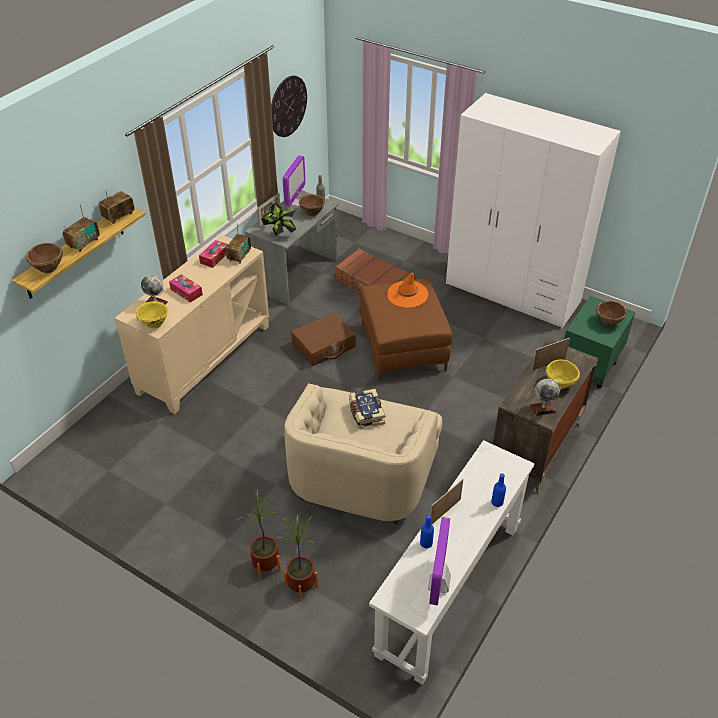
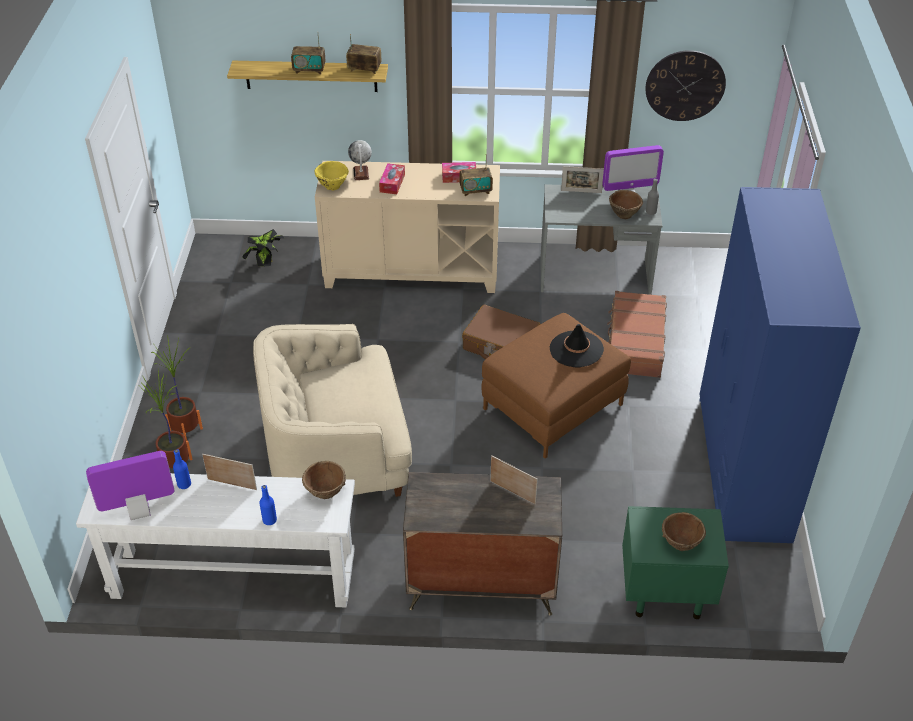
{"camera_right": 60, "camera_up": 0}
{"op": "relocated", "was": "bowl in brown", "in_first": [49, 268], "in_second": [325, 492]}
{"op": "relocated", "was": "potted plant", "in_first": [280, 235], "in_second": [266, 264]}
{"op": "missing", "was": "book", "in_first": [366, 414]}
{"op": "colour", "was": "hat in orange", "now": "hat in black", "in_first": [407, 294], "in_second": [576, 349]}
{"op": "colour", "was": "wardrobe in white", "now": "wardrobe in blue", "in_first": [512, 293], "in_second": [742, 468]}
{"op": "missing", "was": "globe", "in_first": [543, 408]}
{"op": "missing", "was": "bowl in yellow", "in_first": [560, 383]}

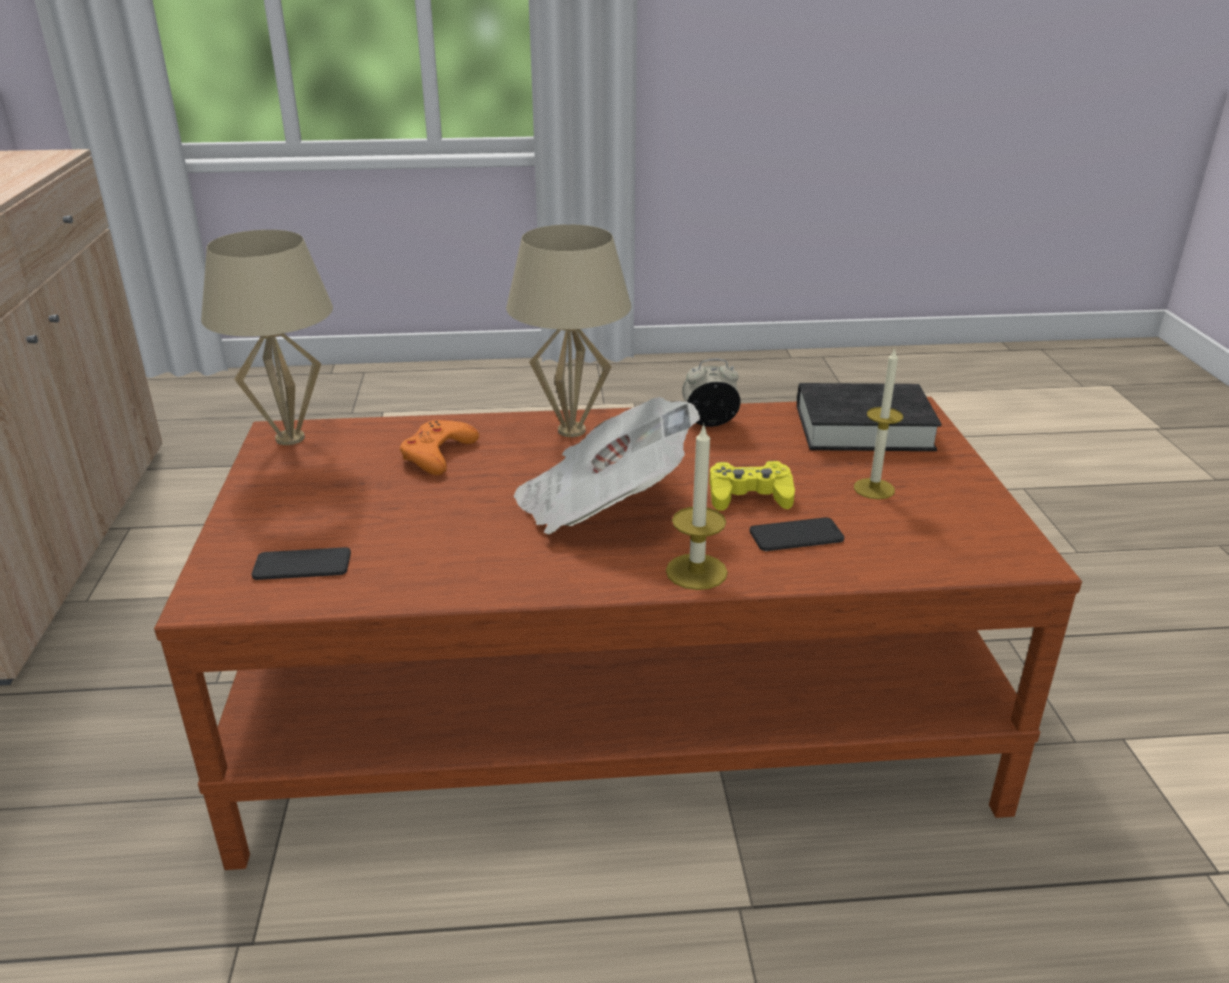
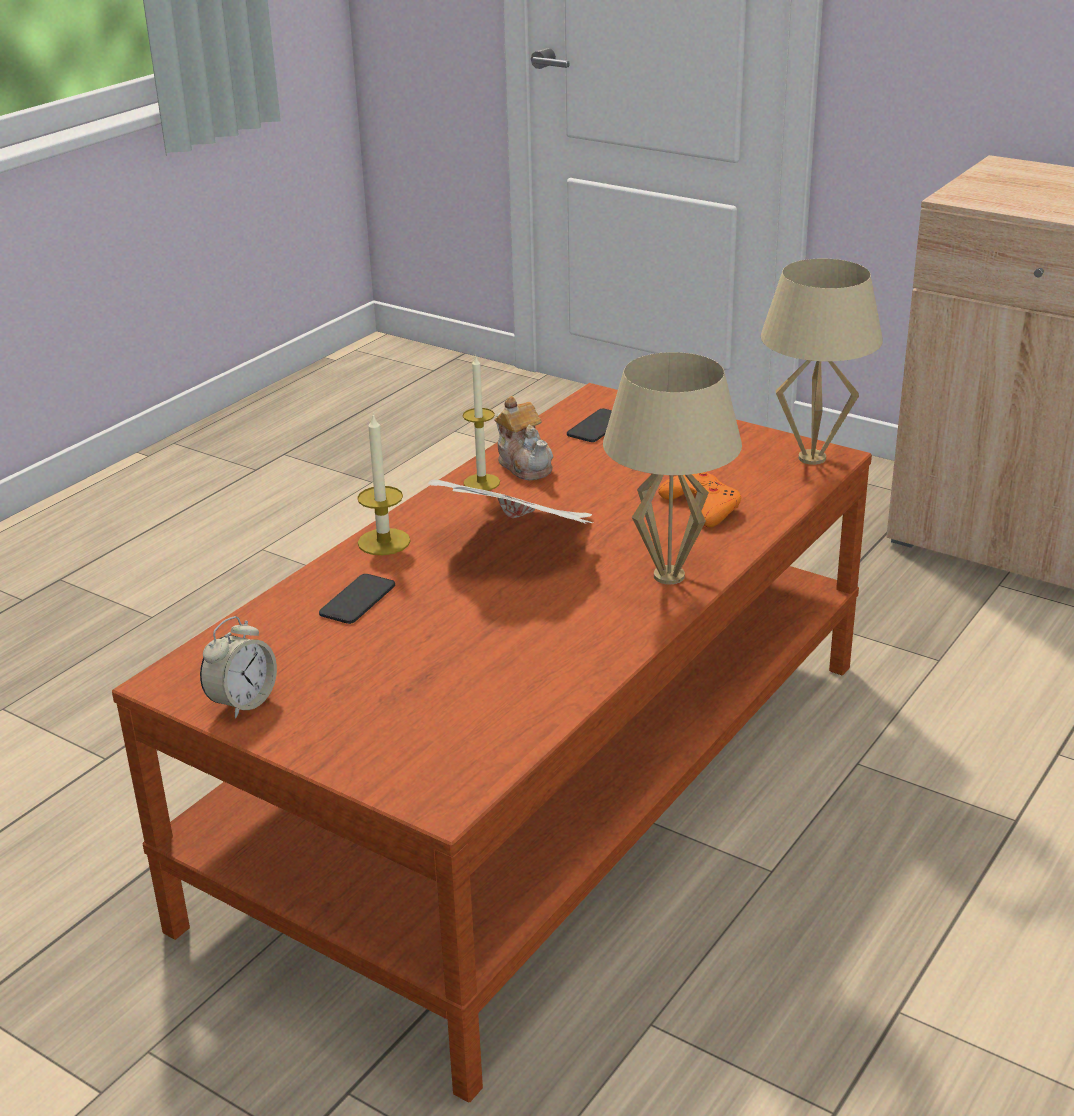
{"camera_right": 130, "camera_up": 0}
{"op": "relocated", "was": "alarm clock", "in_first": [710, 422], "in_second": [243, 702]}
{"op": "missing", "was": "game controller in yellow", "in_first": [749, 495]}
{"op": "missing", "was": "book in black", "in_first": [863, 428]}
{"op": "relocated", "was": "candle", "in_first": [874, 489], "in_second": [481, 482]}
{"op": "appeared", "now": "teapot", "in_second": [525, 464]}

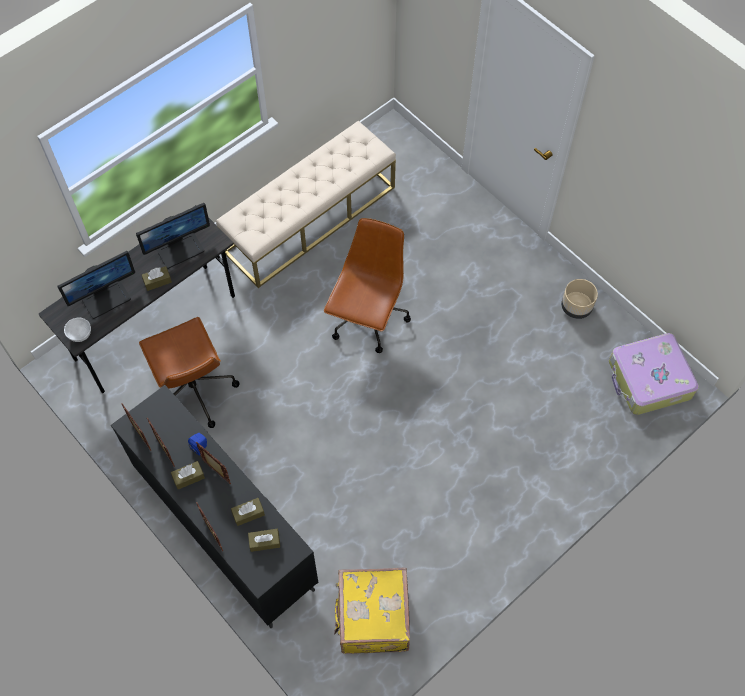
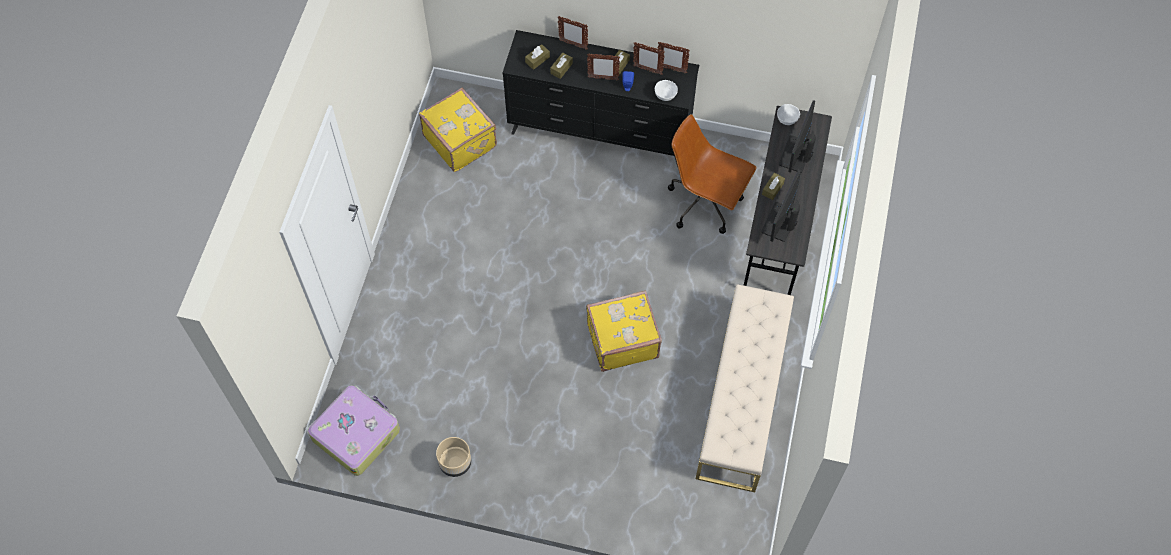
{"camera_right": 145, "camera_up": 0}
{"op": "exchanged", "was": "office chair in brown", "now": "suitcase in yellow", "in_first": [368, 319], "in_second": [621, 340]}
{"op": "appeared", "now": "bowl in white", "in_second": [665, 96]}

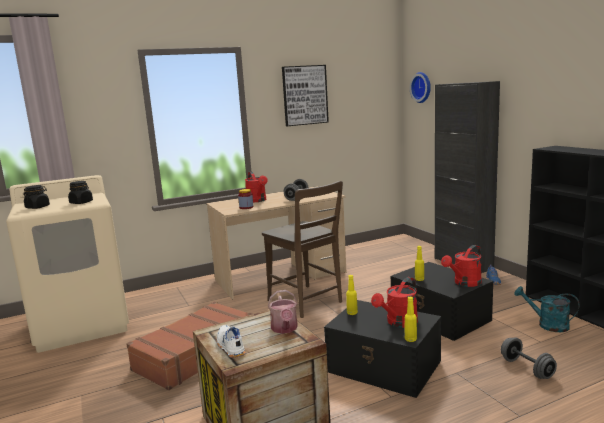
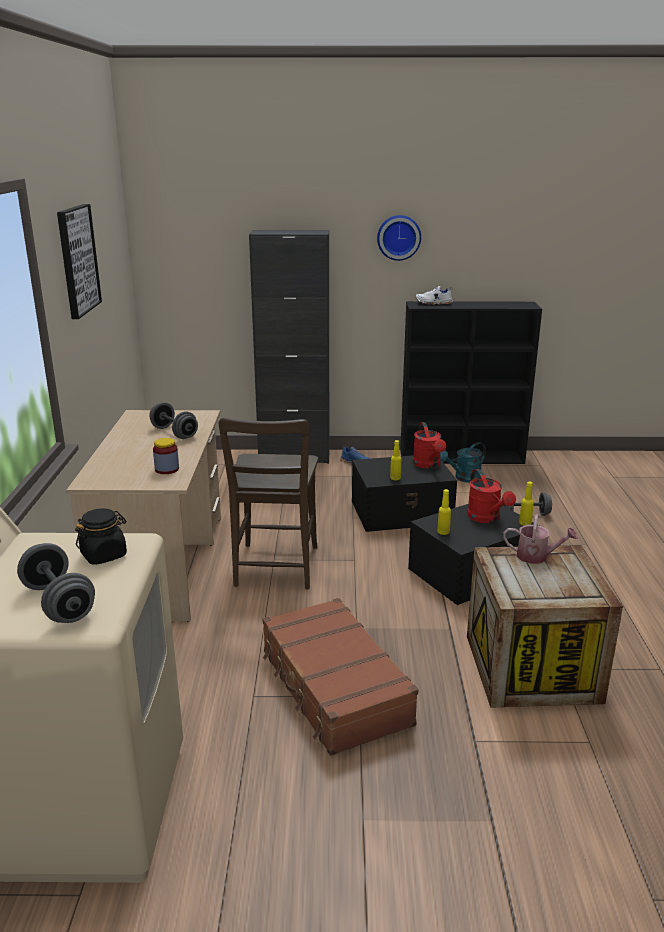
{"camera_right": -65, "camera_up": 10}
{"op": "exchanged", "was": "jar in black", "now": "dumbbell in grey", "in_first": [37, 207], "in_second": [59, 603]}
{"op": "relocated", "was": "shoe in white", "in_first": [230, 347], "in_second": [433, 303]}
{"op": "missing", "was": "watering can in red", "in_first": [258, 200]}
{"op": "spun", "was": "chair in brown", "in_first": [307, 302], "in_second": [275, 569], "clockwise": 105}
{"op": "relocated", "was": "wall clock", "in_first": [422, 87], "in_second": [398, 237]}

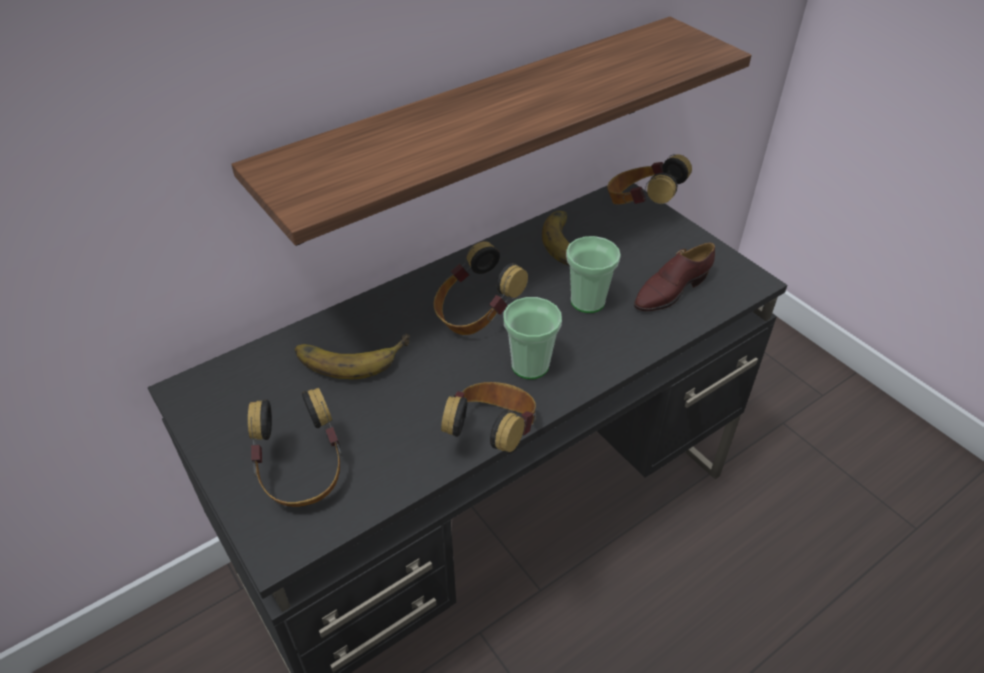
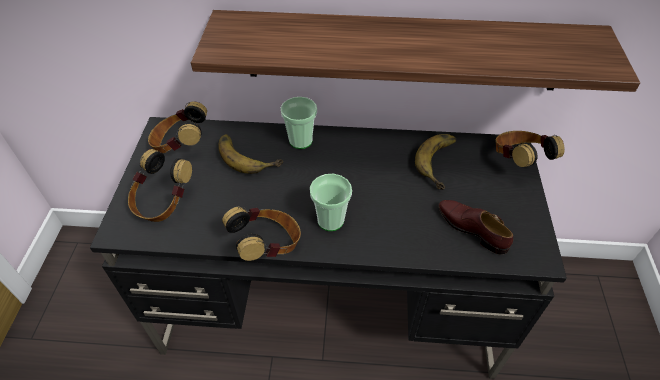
{"camera_right": 40, "camera_up": 5}
{"op": "relocated", "was": "headphones", "in_first": [476, 315], "in_second": [181, 145]}
{"op": "relocated", "was": "cup", "in_first": [587, 301], "in_second": [300, 140]}
{"op": "spun", "was": "shoe in brown", "in_first": [670, 290], "in_second": [472, 229], "clockwise": 45}

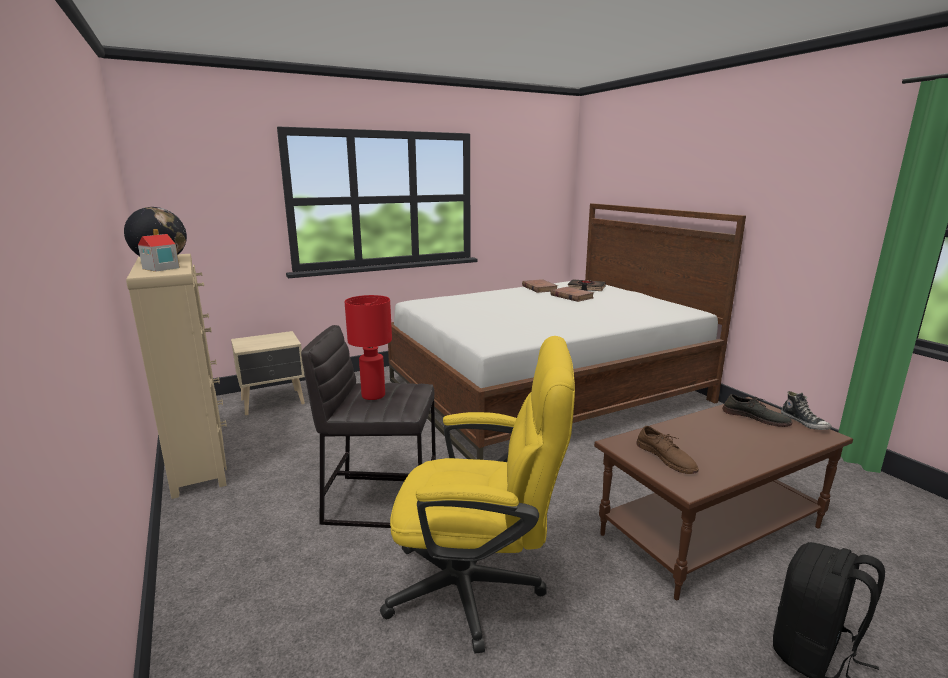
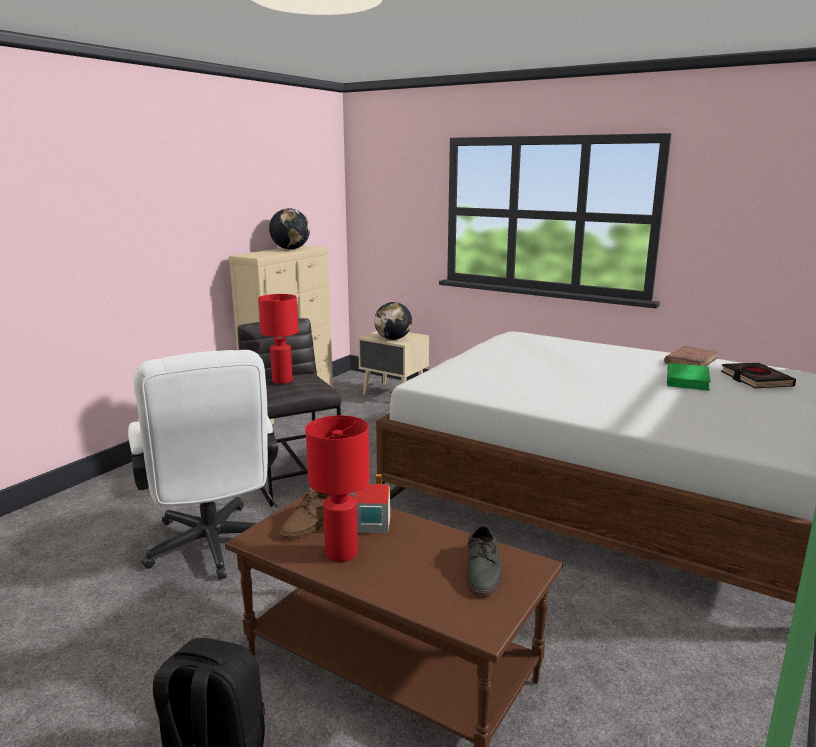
{"camera_right": 60, "camera_up": 0}
{"op": "relocated", "was": "toy house", "in_first": [160, 268], "in_second": [372, 524]}
{"op": "colour", "was": "office chair in yellow", "now": "office chair in white", "in_first": [479, 589], "in_second": [213, 549]}
{"op": "colour", "was": "book in brown", "now": "book in green", "in_first": [571, 296], "in_second": [687, 380]}
{"op": "missing", "was": "shoe", "in_first": [804, 423]}
{"op": "appeared", "now": "table lamp in red", "in_second": [341, 553]}
{"op": "appeared", "now": "globe", "in_second": [393, 339]}

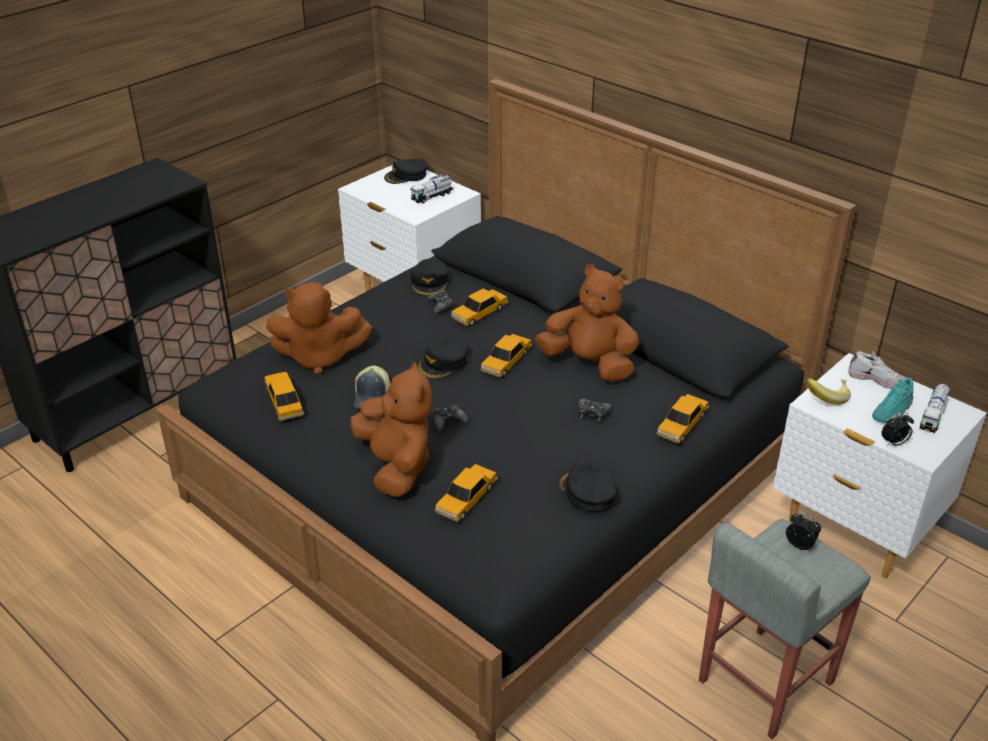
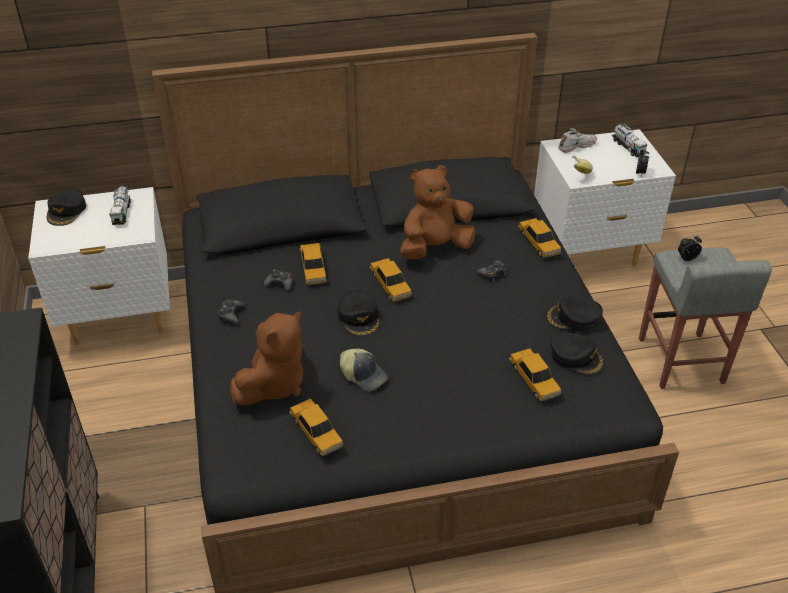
{"camera_right": -55, "camera_up": 5}
{"op": "spun", "was": "toy car", "in_first": [284, 402], "in_second": [316, 432], "clockwise": -135}
{"op": "missing", "was": "plush toy in brown", "in_first": [396, 466]}
{"op": "relocated", "was": "cap in black", "in_first": [430, 282], "in_second": [576, 357]}
{"op": "relocated", "was": "game controller in black", "in_first": [448, 421], "in_second": [230, 314]}
{"op": "missing", "was": "shoe in turquoise", "in_first": [892, 411]}

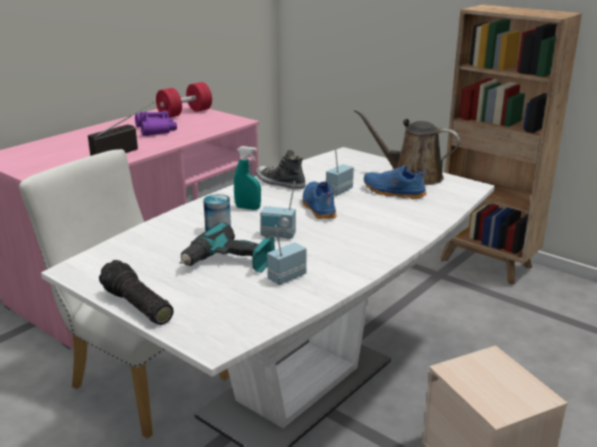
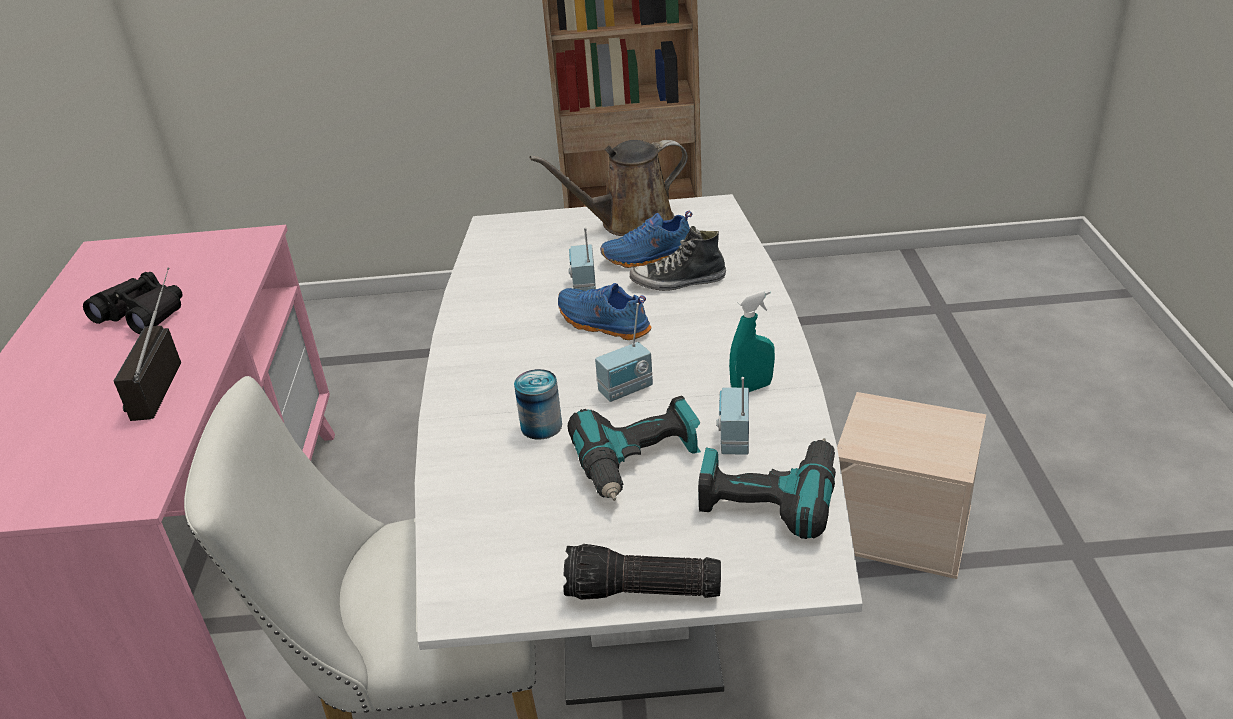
{"camera_right": -40, "camera_up": 10}
{"op": "colour", "was": "binoculars in purple", "now": "binoculars in black", "in_first": [156, 130], "in_second": [142, 314]}
{"op": "missing", "was": "dumbbell in red", "in_first": [185, 113]}
{"op": "relocated", "was": "spray bottle in turquoise", "in_first": [248, 208], "in_second": [752, 388]}
{"op": "relocated", "was": "shoe", "in_first": [279, 183], "in_second": [678, 281]}
{"op": "appeared", "now": "power drill", "in_second": [768, 495]}

